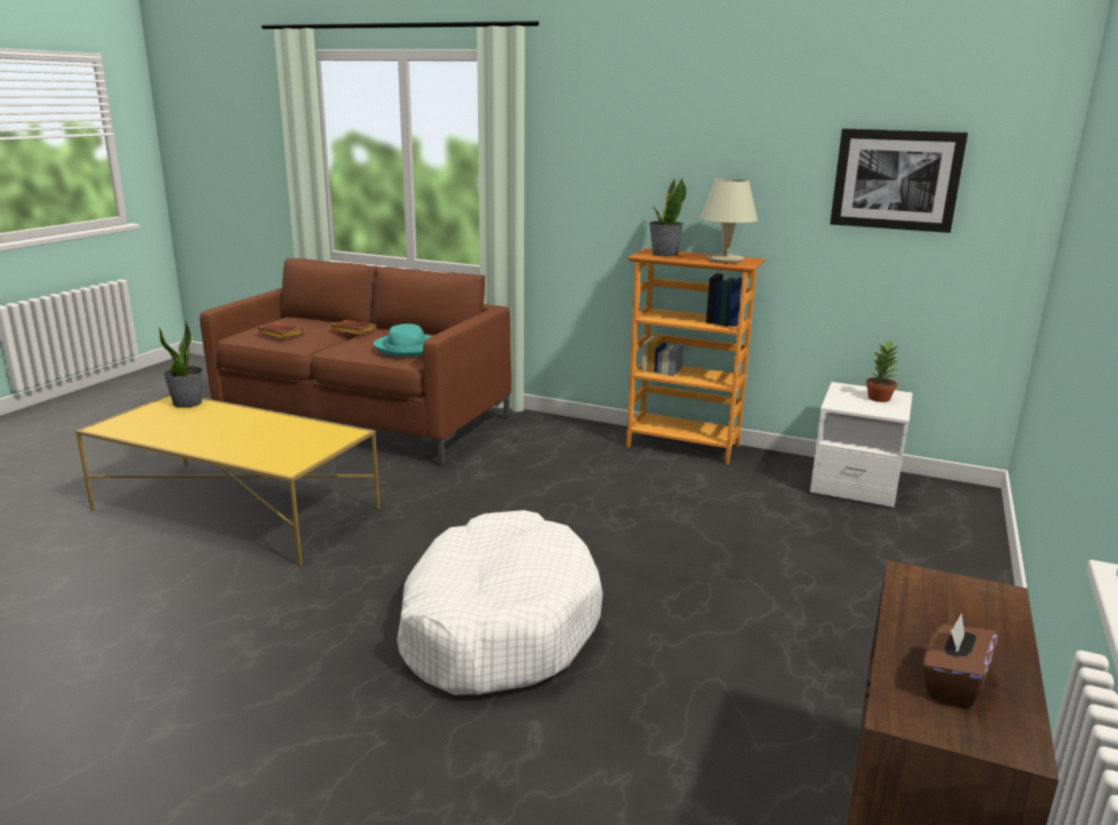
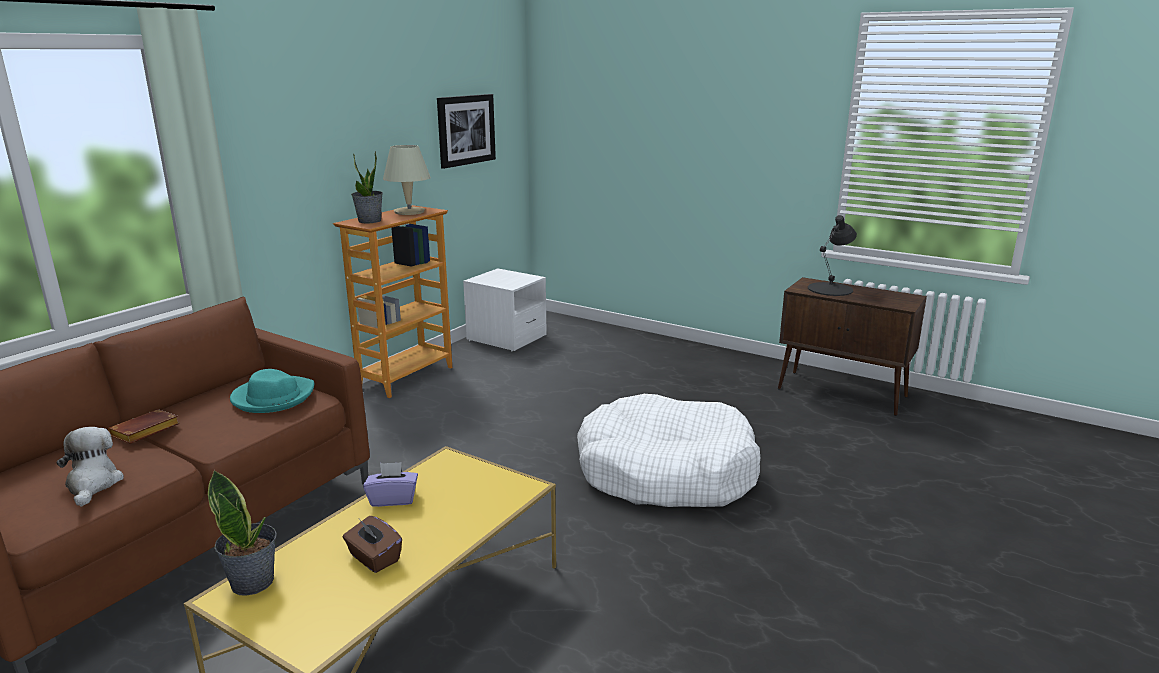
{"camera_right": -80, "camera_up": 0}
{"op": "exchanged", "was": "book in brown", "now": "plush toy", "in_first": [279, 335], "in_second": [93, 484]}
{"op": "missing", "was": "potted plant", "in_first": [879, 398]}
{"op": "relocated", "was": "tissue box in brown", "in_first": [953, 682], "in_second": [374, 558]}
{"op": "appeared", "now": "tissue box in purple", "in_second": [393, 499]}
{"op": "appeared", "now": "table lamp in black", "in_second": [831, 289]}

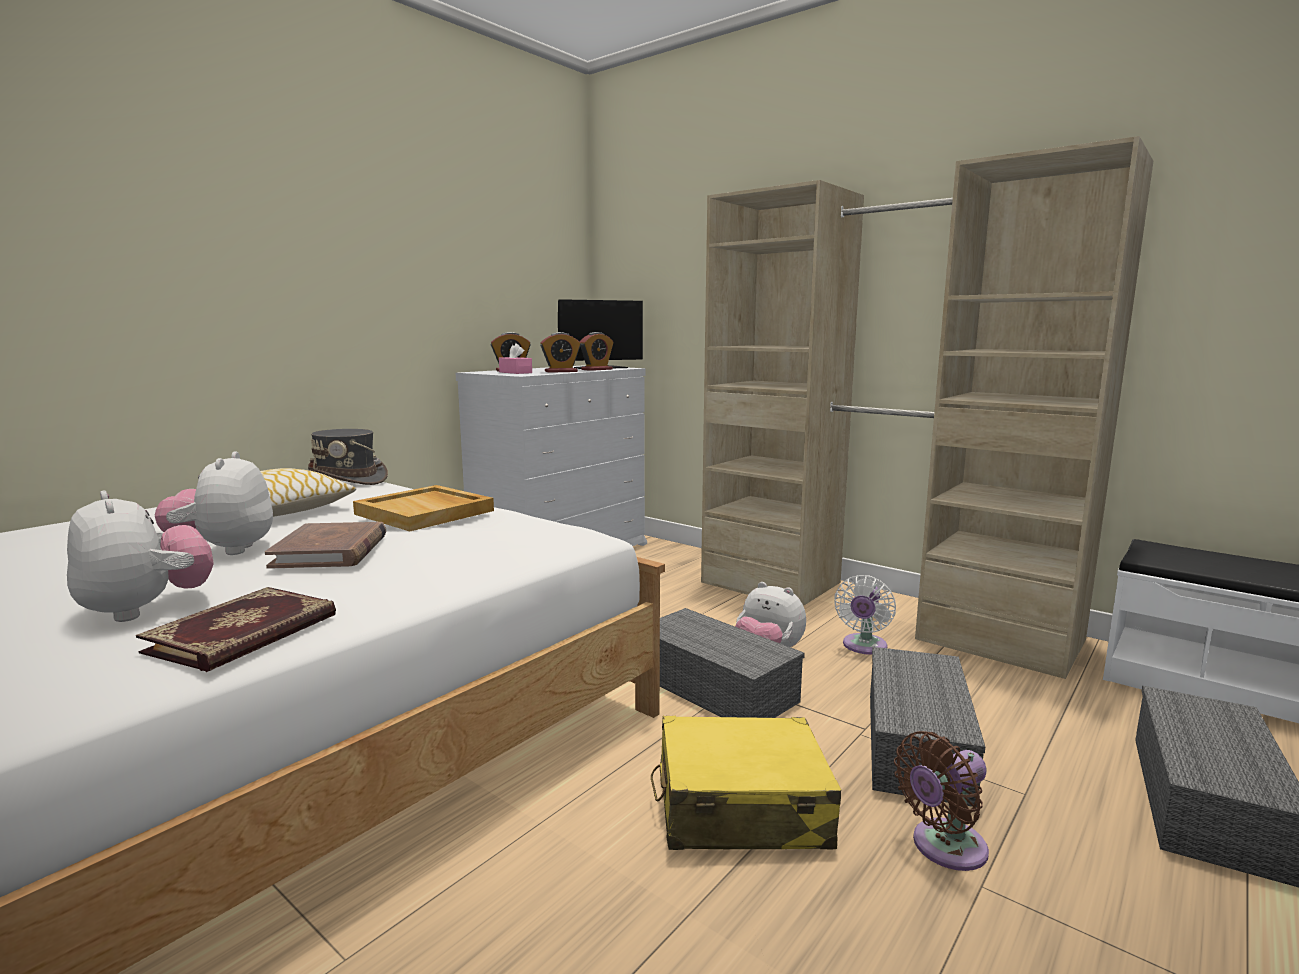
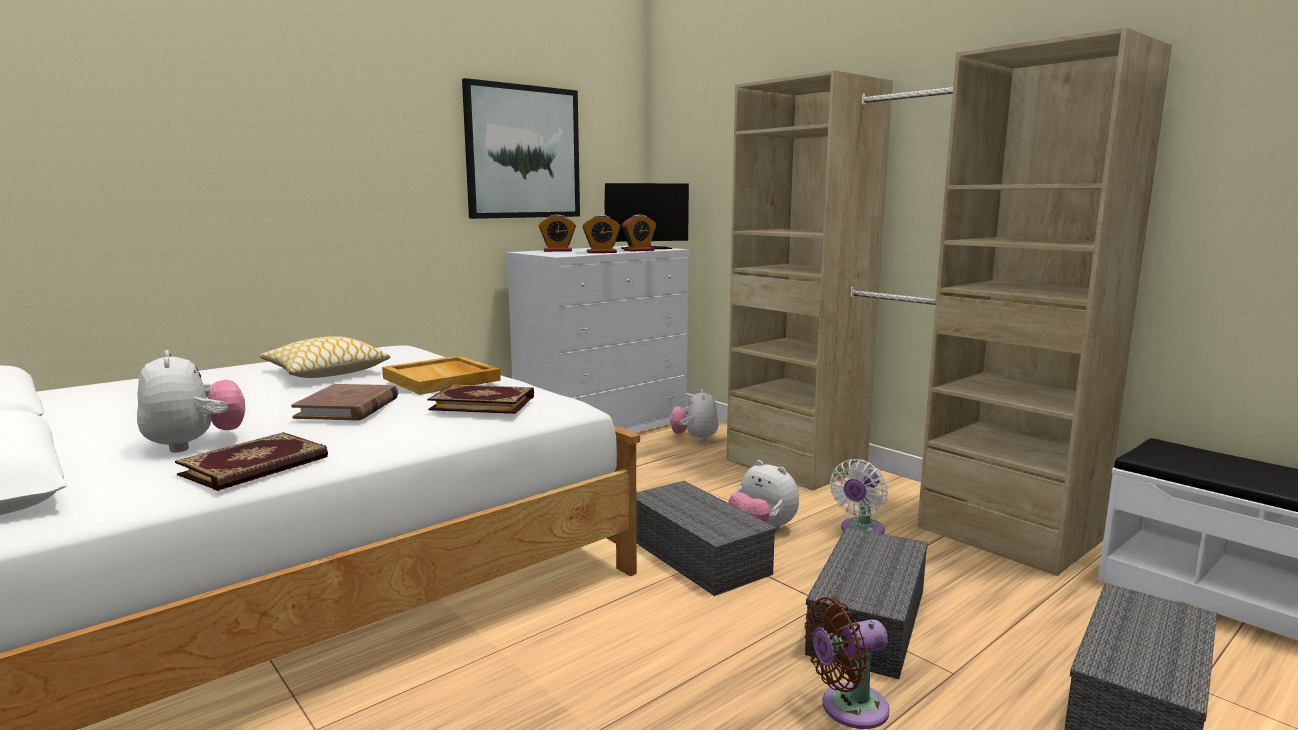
{"camera_right": 10, "camera_up": 0}
{"op": "relocated", "was": "plush toy", "in_first": [224, 550], "in_second": [694, 438]}
{"op": "missing", "was": "hat in grey", "in_first": [347, 480]}
{"op": "missing", "was": "tissue box in pink", "in_first": [515, 372]}
{"op": "missing", "was": "suitcase in yellow", "in_first": [740, 808]}
{"op": "appeared", "now": "book", "in_second": [483, 403]}
{"op": "appeared", "now": "picture", "in_second": [523, 152]}

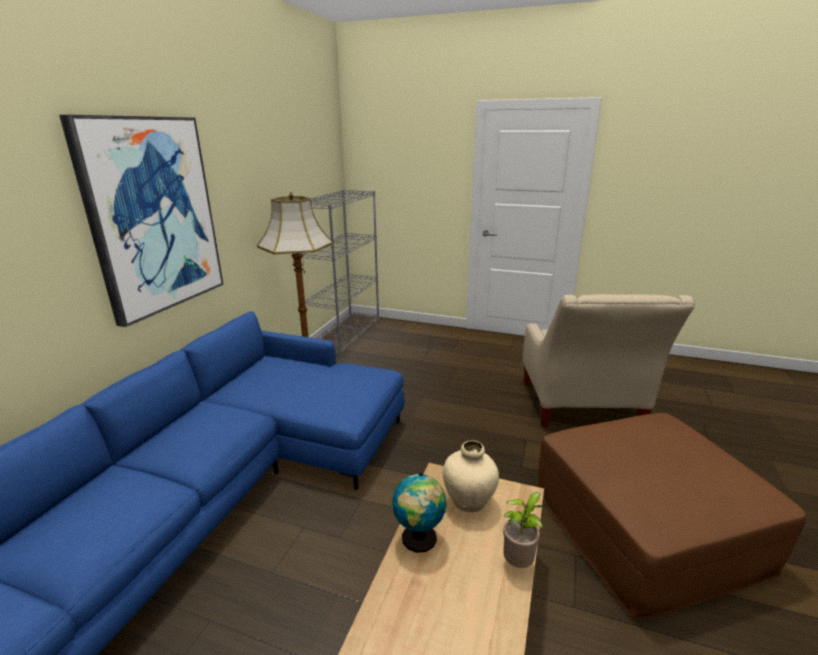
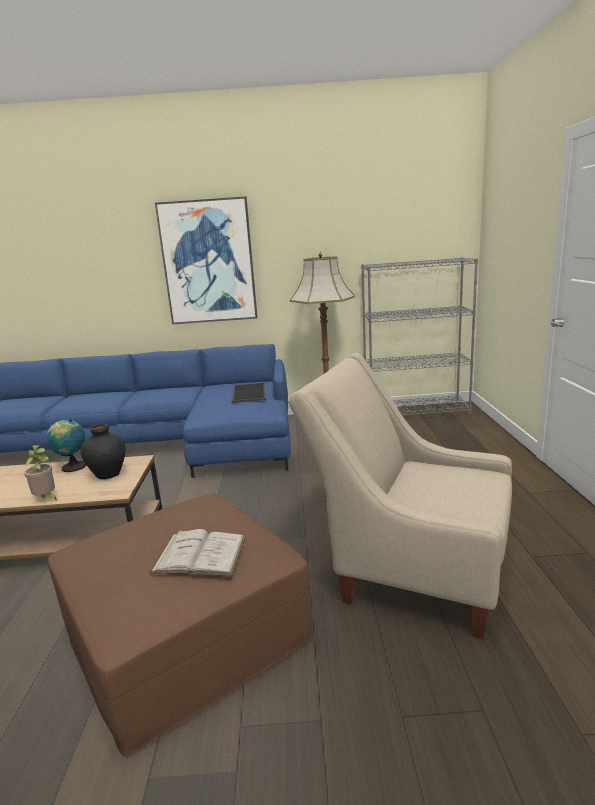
{"camera_right": 70, "camera_up": -5}
{"op": "colour", "was": "vase in beige", "now": "vase in black", "in_first": [468, 502], "in_second": [108, 474]}
{"op": "spun", "was": "armchair in beige", "in_first": [582, 408], "in_second": [410, 568], "clockwise": 45}
{"op": "appeared", "now": "book in white", "in_second": [199, 555]}
{"op": "appeared", "now": "tray", "in_second": [248, 392]}

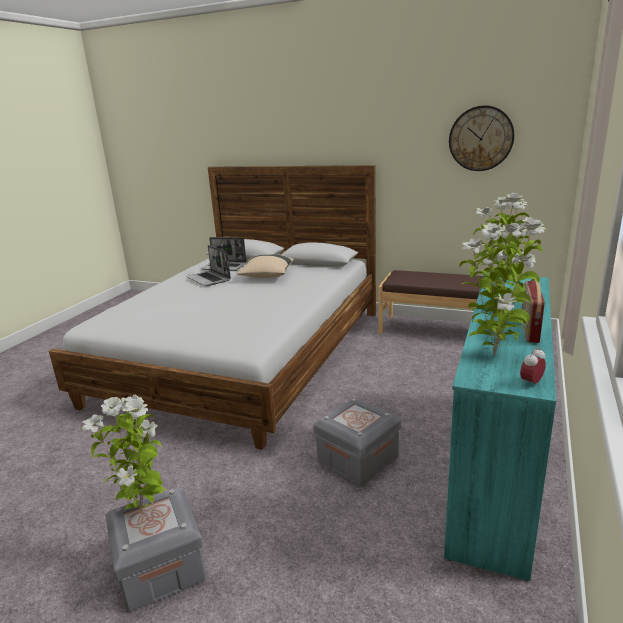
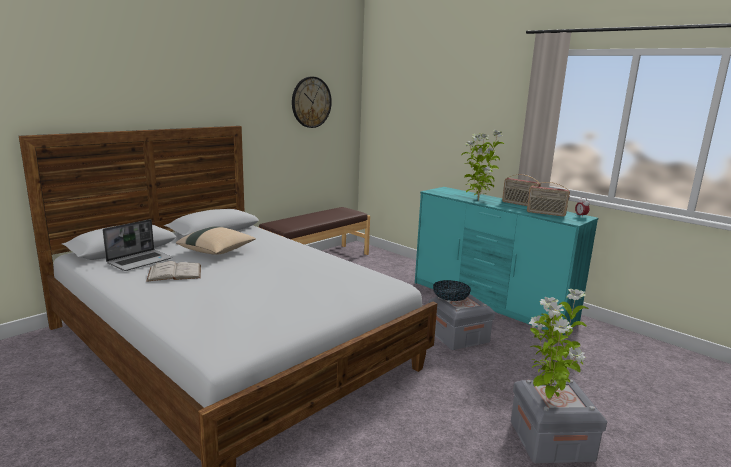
{"camera_right": -70, "camera_up": -5}
{"op": "exchanged", "was": "laptop", "now": "book in white", "in_first": [209, 279], "in_second": [174, 273]}
{"op": "exchanged", "was": "potted plant", "now": "radio", "in_first": [495, 354], "in_second": [545, 213]}
{"op": "appeared", "now": "bowl", "in_second": [450, 299]}

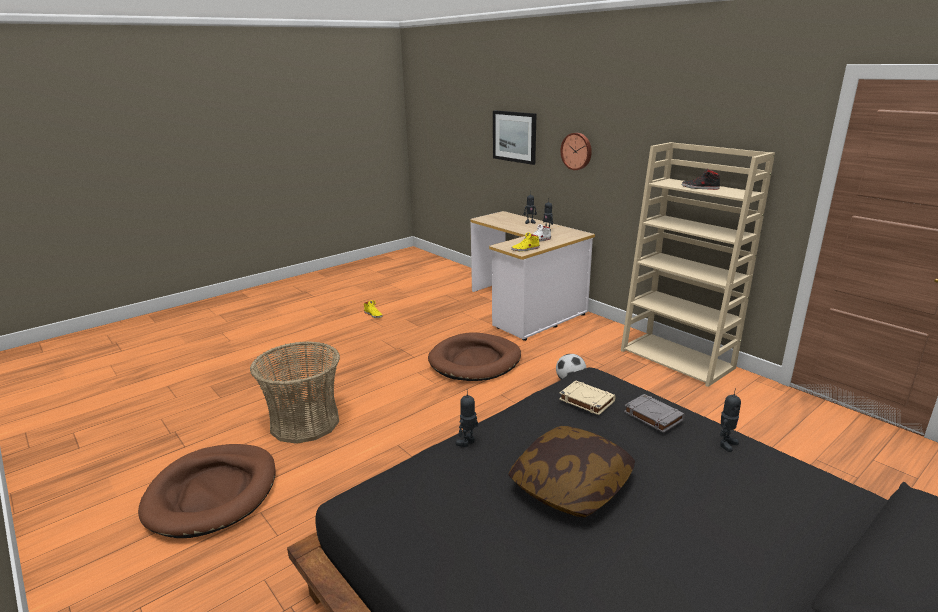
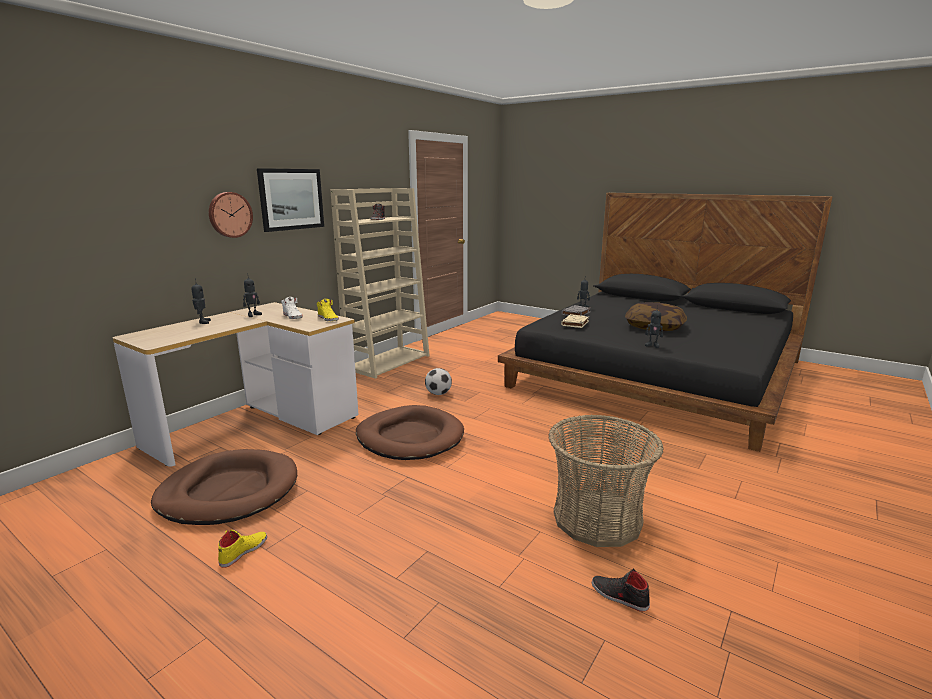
{"camera_right": -105, "camera_up": -5}
{"op": "relocated", "was": "dog bed in brown", "in_first": [213, 493], "in_second": [229, 491]}
{"op": "relocated", "was": "picture", "in_first": [514, 136], "in_second": [291, 199]}
{"op": "appeared", "now": "shoe in black", "in_second": [619, 596]}

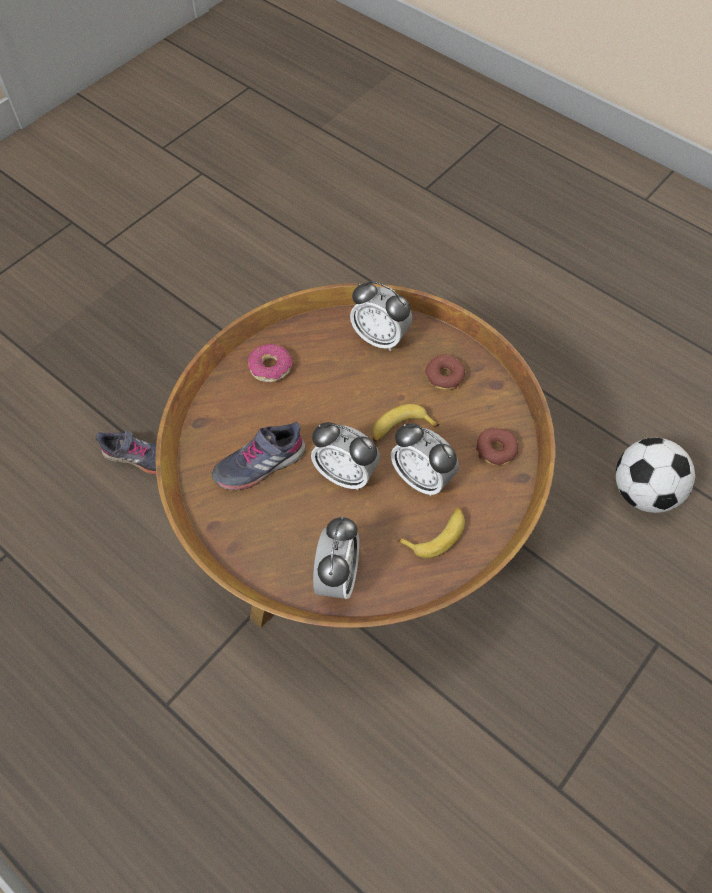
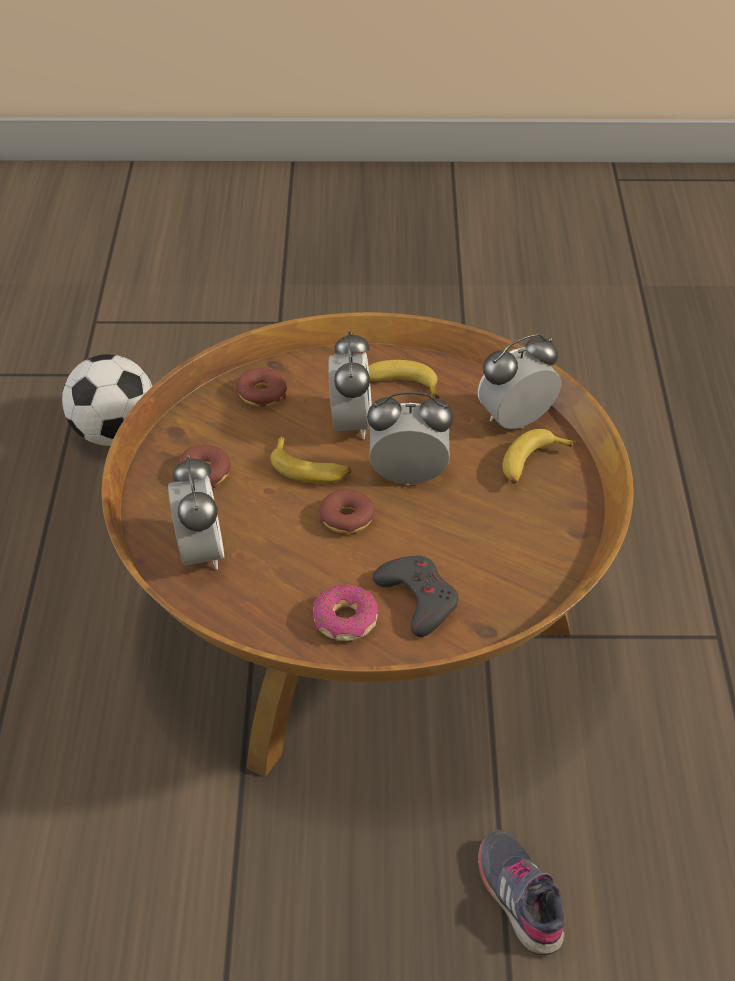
{"camera_right": -130, "camera_up": -15}
{"op": "missing", "was": "shoe in grey", "in_first": [260, 463]}
{"op": "spun", "was": "alarm clock", "in_first": [345, 474], "in_second": [408, 476], "clockwise": -75}
{"op": "appeared", "now": "donut", "in_second": [347, 518]}
{"op": "appeared", "now": "game controller in grey", "in_second": [418, 599]}
{"op": "appeared", "now": "banana", "in_second": [532, 464]}

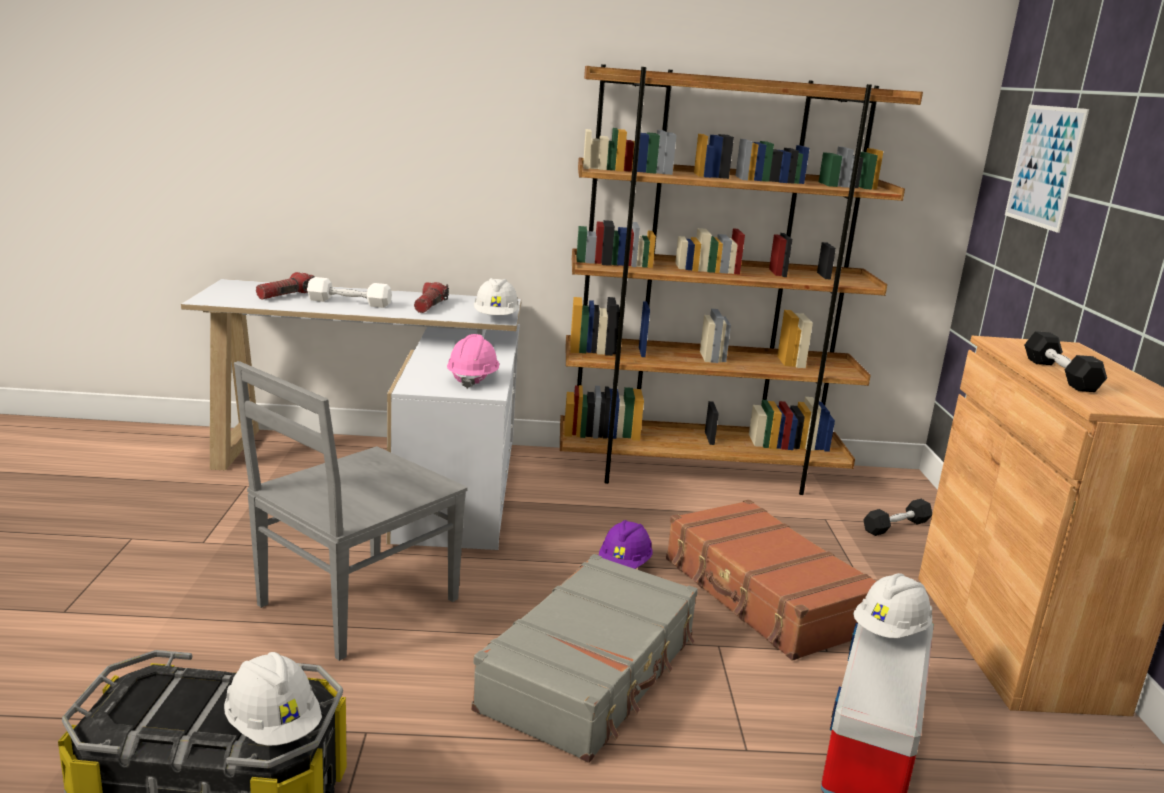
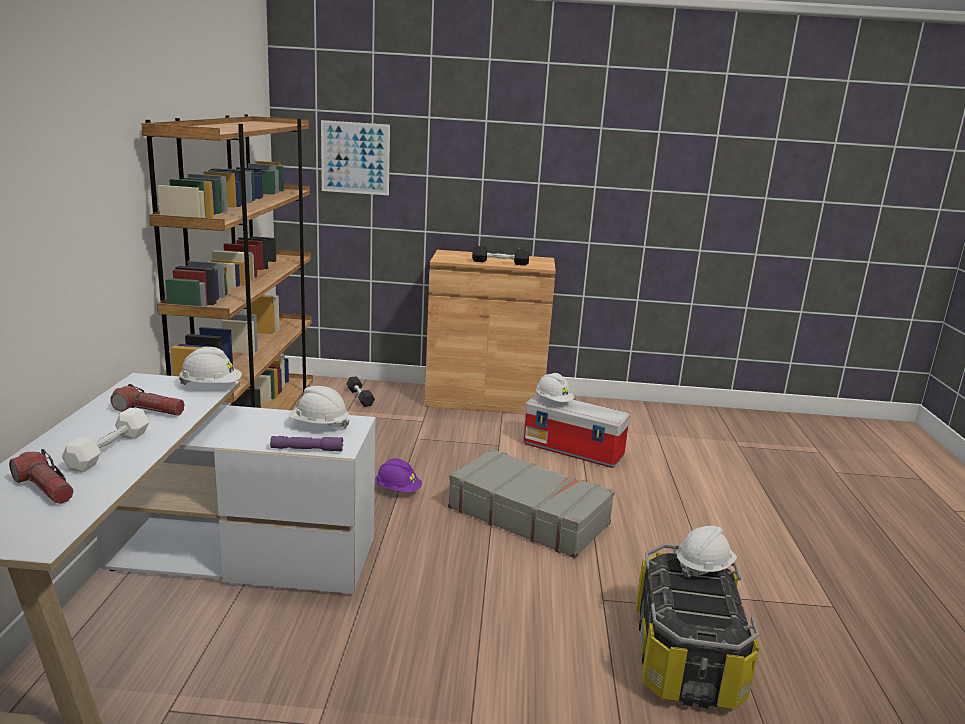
{"camera_right": -85, "camera_up": 0}
{"op": "missing", "was": "chair in grey", "in_first": [354, 604]}
{"op": "colour", "was": "hard hat in pink", "now": "hard hat in white", "in_first": [472, 379], "in_second": [319, 425]}
{"op": "missing", "was": "suitcase in brown", "in_first": [763, 596]}
{"op": "appeared", "now": "flashlight in purple", "in_second": [307, 449]}

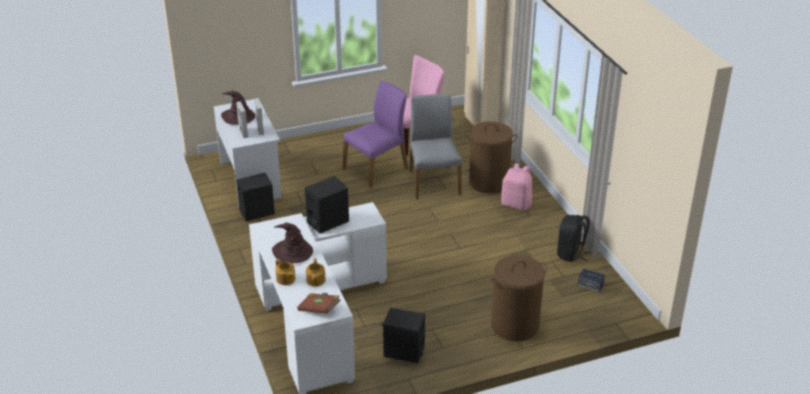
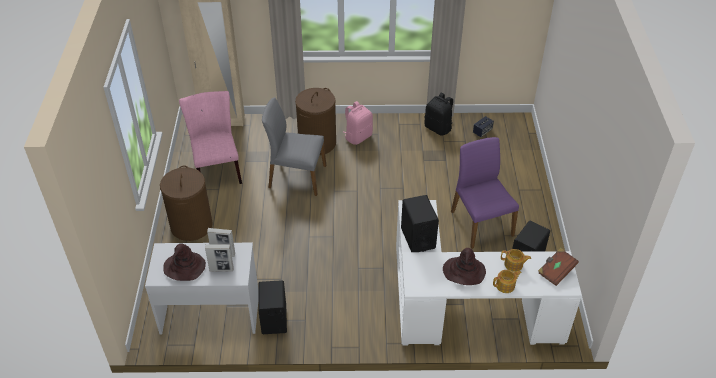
{"camera_right": -70, "camera_up": 10}
{"op": "relocated", "was": "chair in purple", "in_first": [376, 168], "in_second": [480, 223]}
{"op": "relocated", "was": "laundry basket in brown", "in_first": [515, 325], "in_second": [191, 225]}

